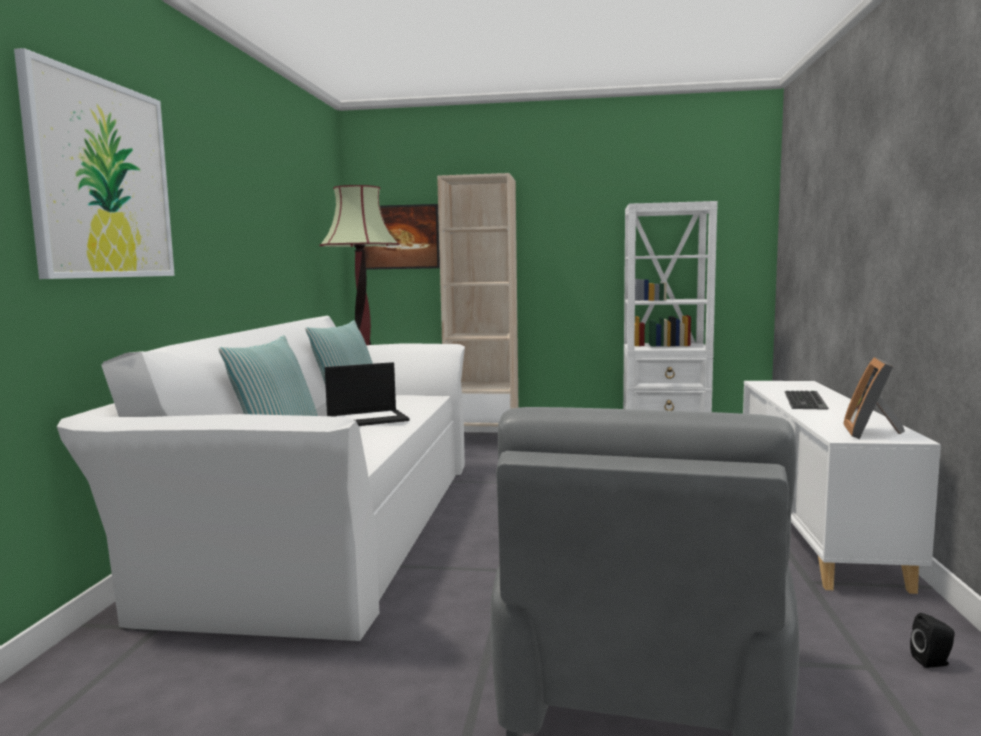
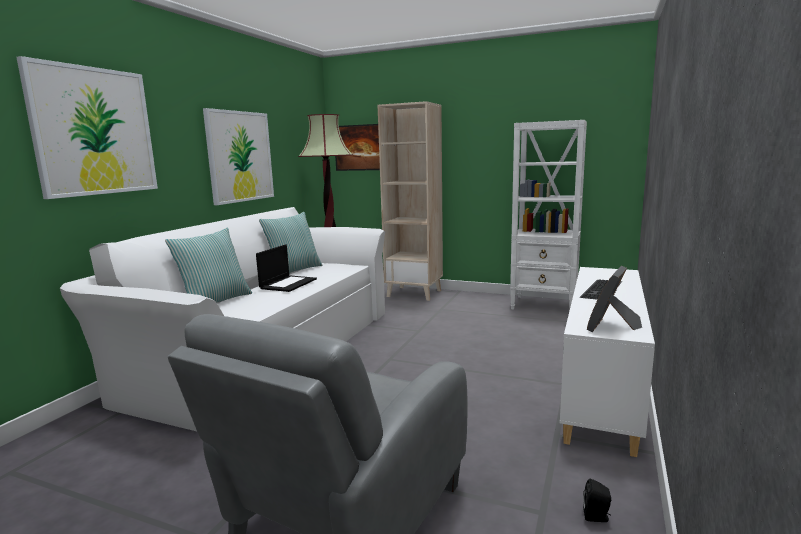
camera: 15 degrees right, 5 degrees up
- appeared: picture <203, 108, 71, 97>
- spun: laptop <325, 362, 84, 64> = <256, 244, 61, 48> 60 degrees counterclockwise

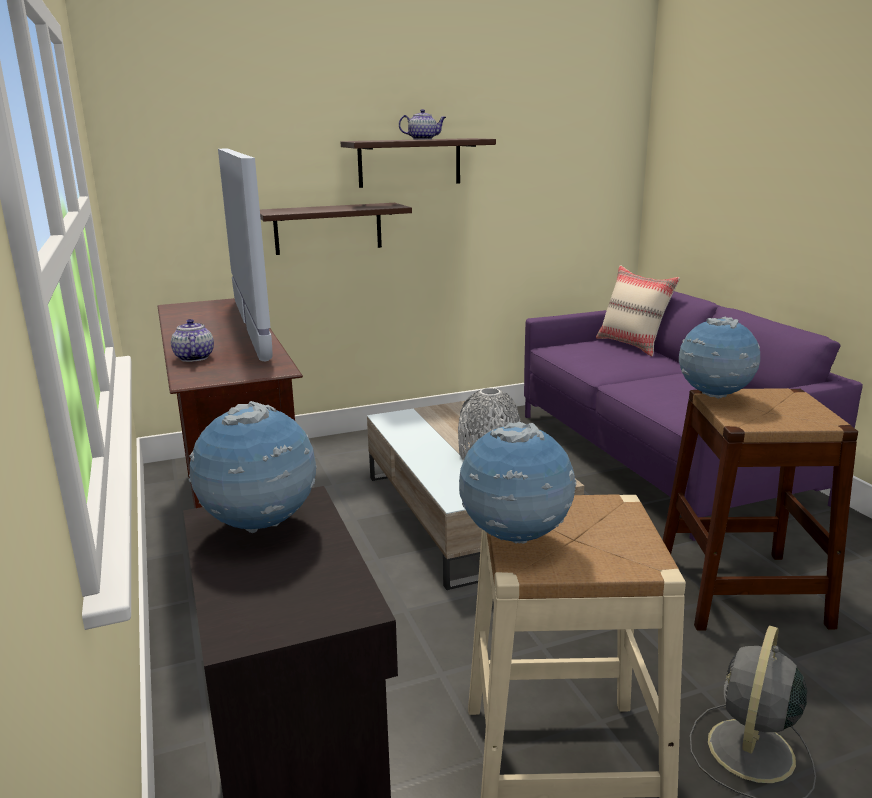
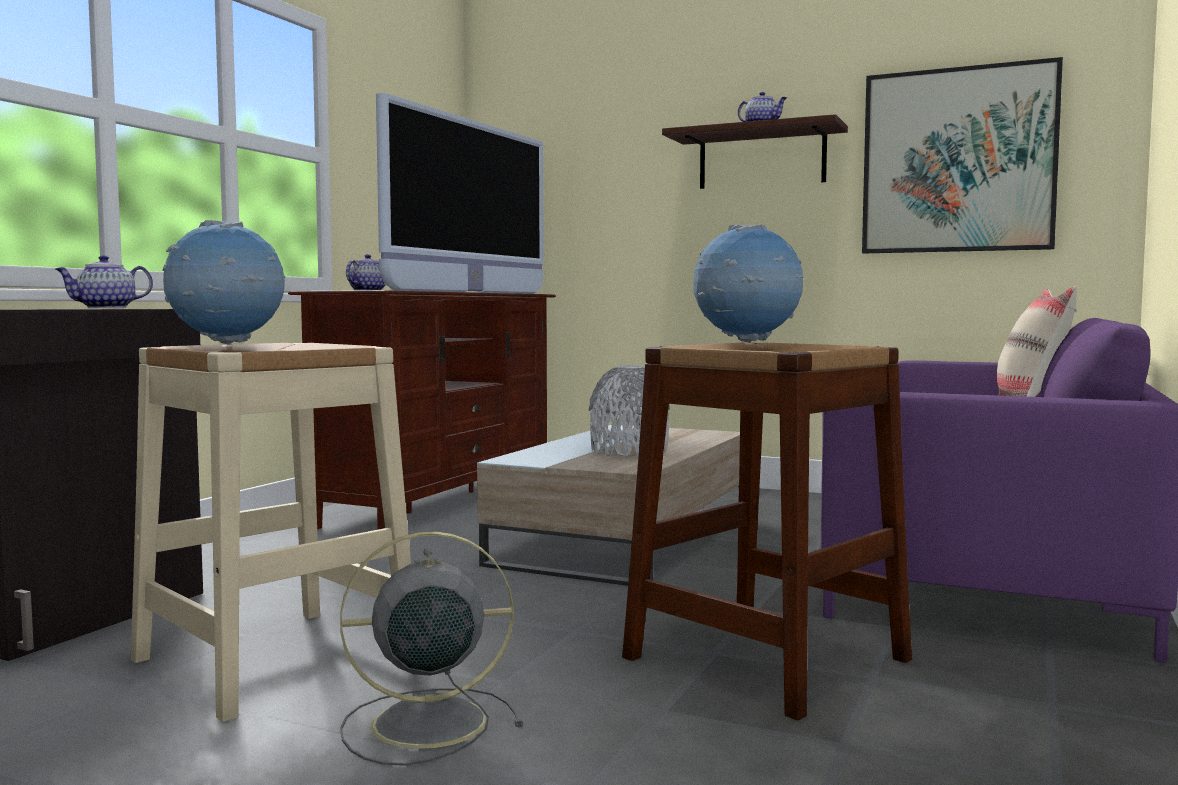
camera: 45 degrees right, 15 degrees down
- missing: shelf <260, 203, 152, 52>
- appeared: picture <862, 57, 201, 196>
- exchanged: globe <189, 401, 128, 132> to teapot <55, 255, 98, 53>

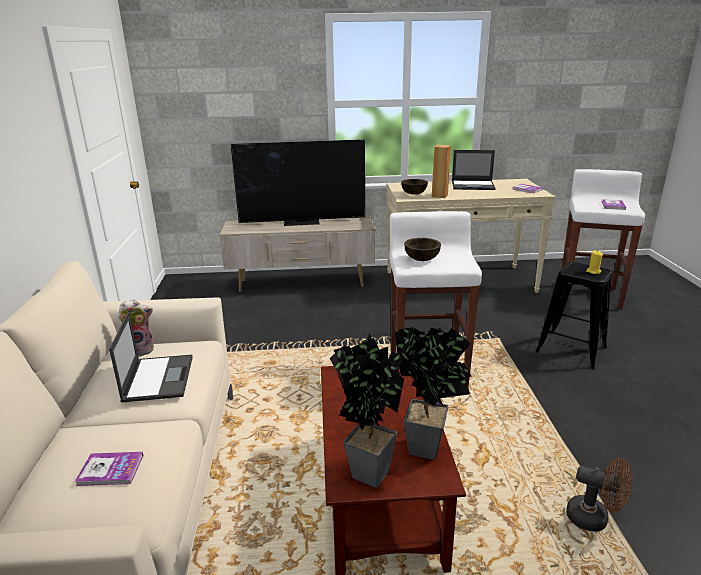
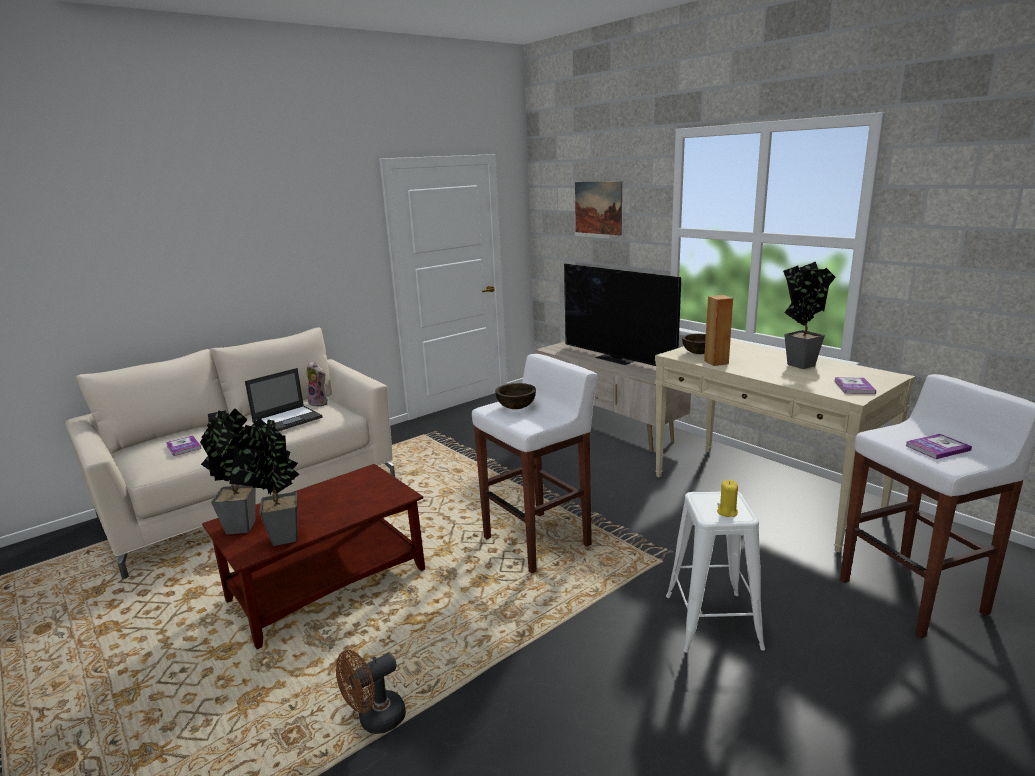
camera: 55 degrees right, 5 degrees down
- appeared: picture <575, 181, 47, 55>
- exchanged: laptop <452, 150, 44, 40> to potted_plant <783, 262, 53, 107>
- colour: black_stool <536, 262, 76, 107> to white_stool <666, 491, 99, 161>
- spun: brown_fan <566, 458, 66, 74> = <336, 650, 70, 84> 60 degrees clockwise

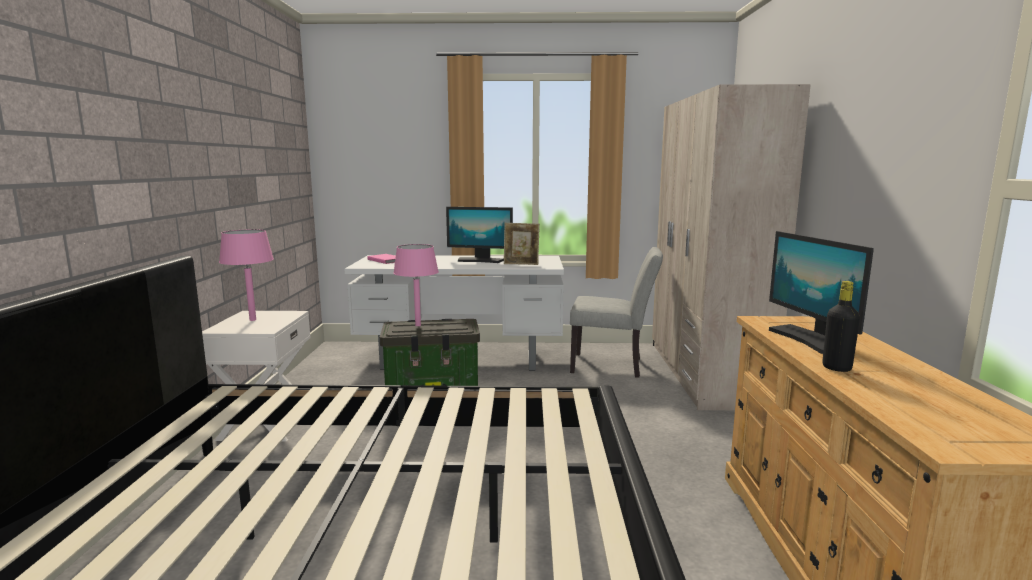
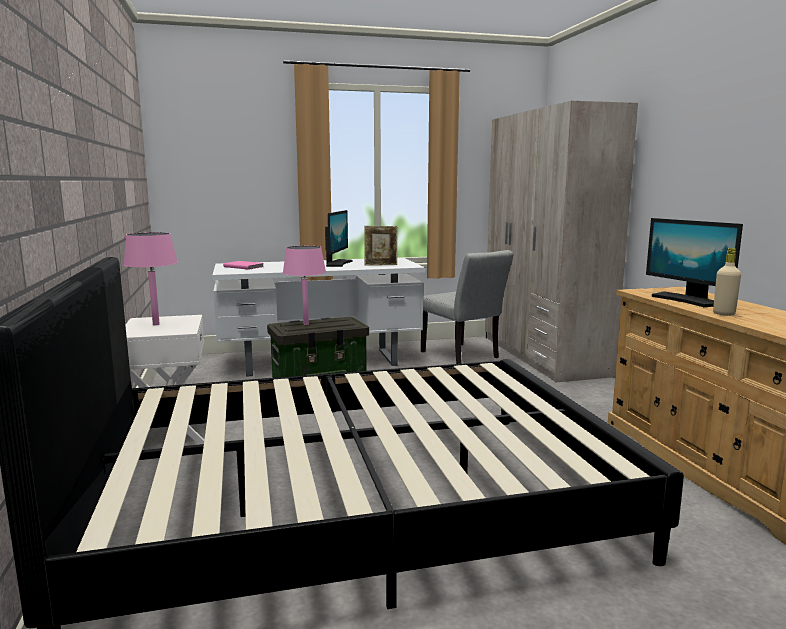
camera: 15 degrees left, 0 degrees up
- colour: black_bottle <823, 281, 37, 91> to beige_bottle <713, 248, 28, 68>
- spun: monitor <446, 207, 67, 56> = <325, 210, 27, 57> 75 degrees counterclockwise
- spun: grey_chair <570, 247, 93, 131> = <421, 250, 92, 114> 60 degrees clockwise

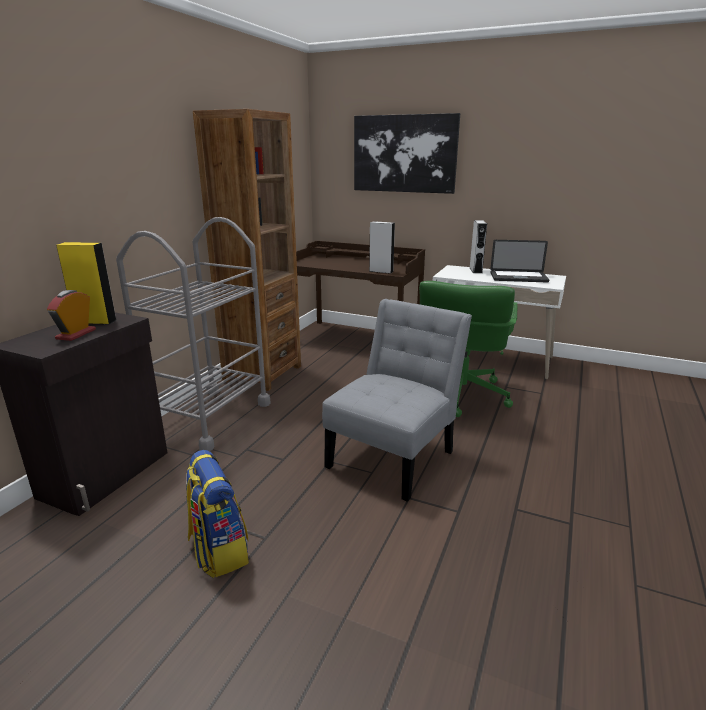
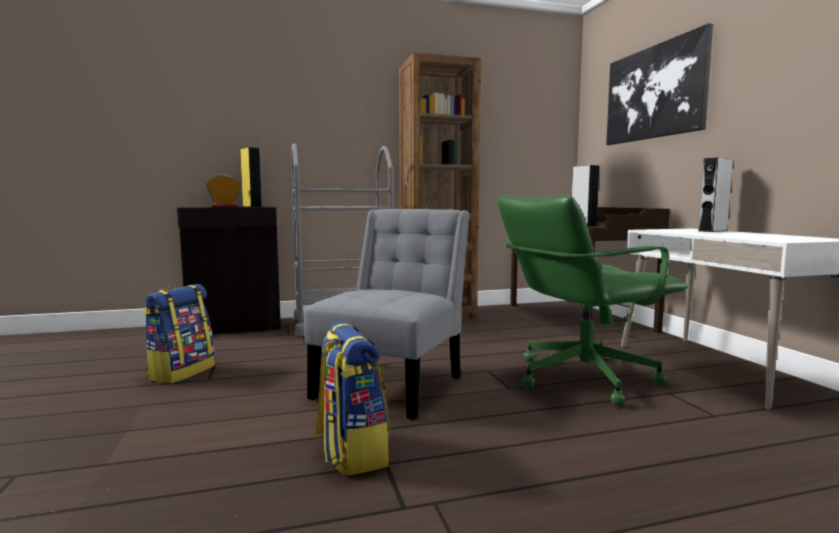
camera: 50 degrees right, 15 degrees down
- missing: laptop <490, 240, 60, 42>
- appeared: backpack <315, 321, 75, 155>
- spun: grey_chair <322, 299, 150, 203> = <304, 209, 165, 211> 60 degrees counterclockwise

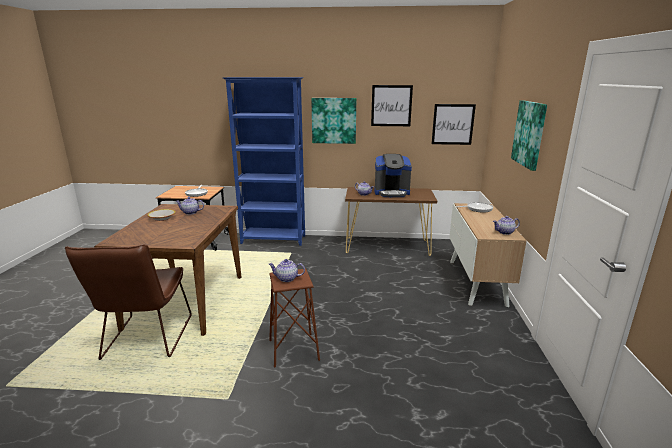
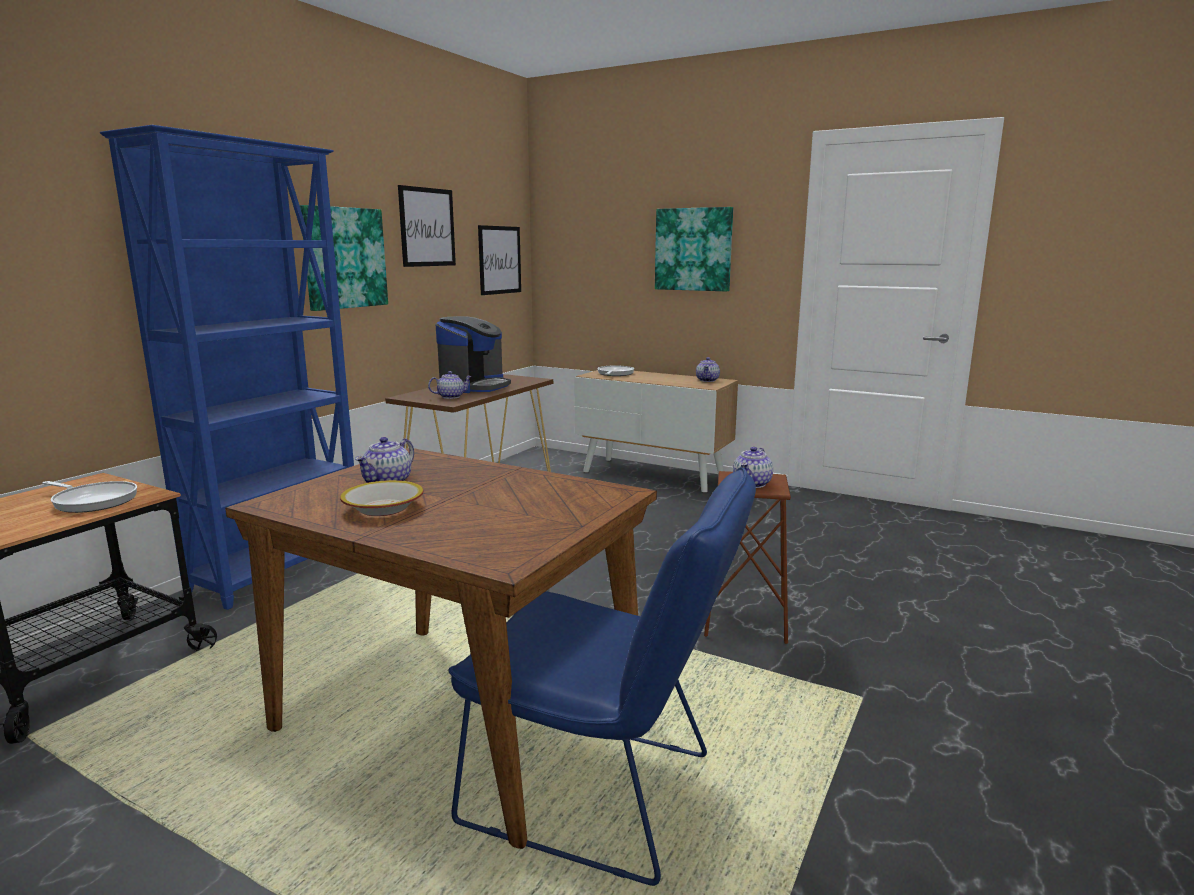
camera: 65 degrees left, 5 degrees down
- colour: brown_chair <65, 244, 127, 116> to blue_chair <448, 467, 308, 419>

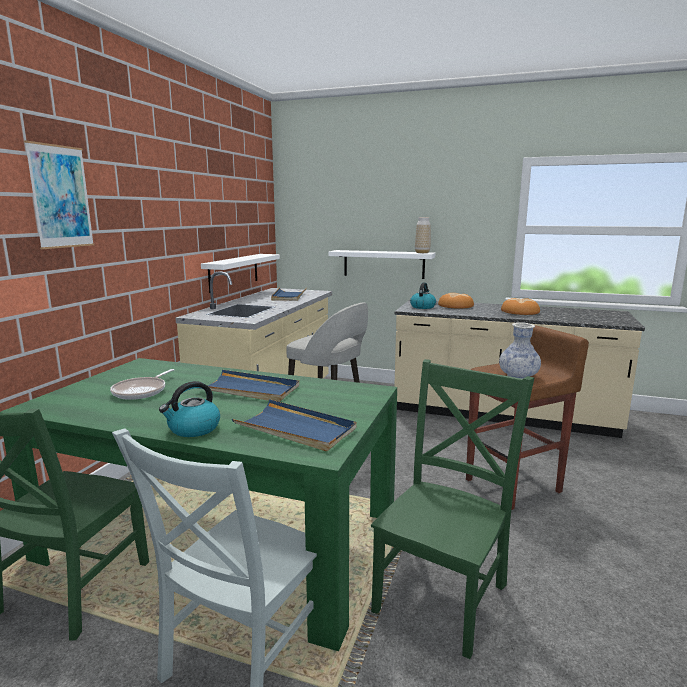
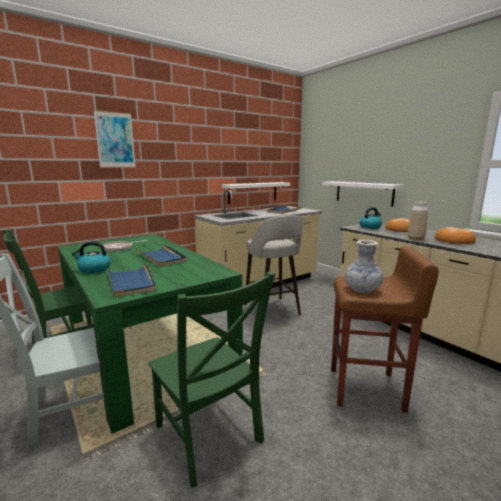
camera: 35 degrees right, 0 degrees up
- relocated: vase <415, 217, 16, 36> to <408, 202, 20, 38>
- spun: green_chair <371, 359, 163, 300> = <148, 272, 127, 216> 75 degrees clockwise

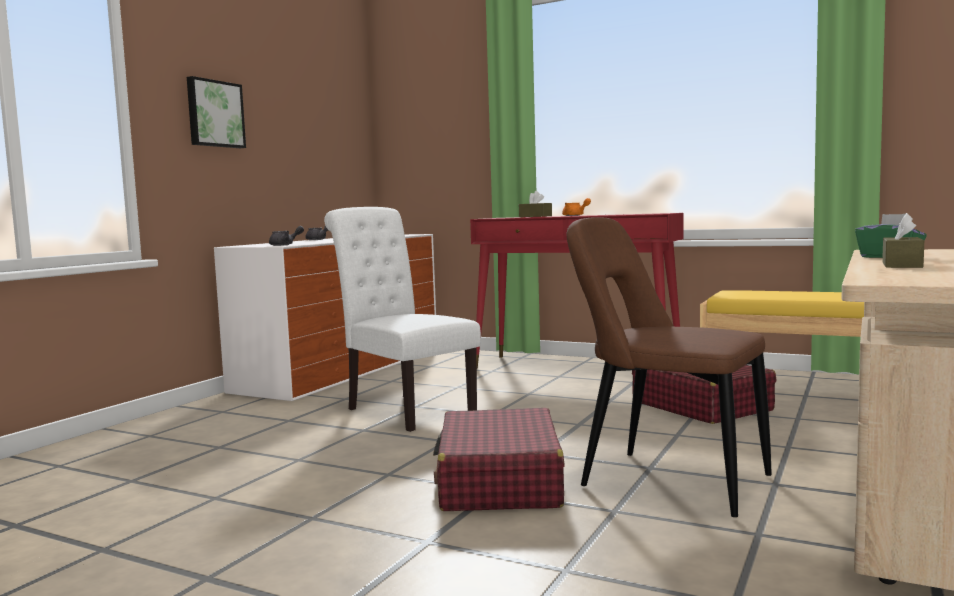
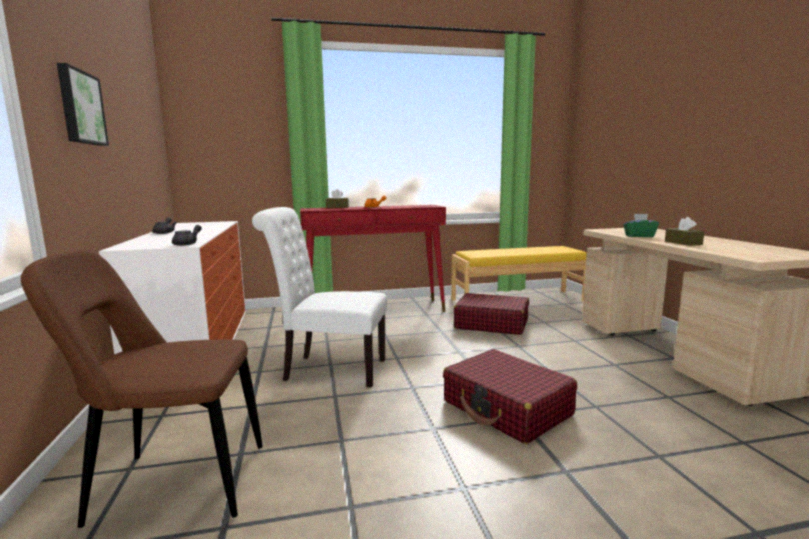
camera: 40 degrees left, 5 degrees up
- relocated: brown_chair <567, 217, 205, 300> to <21, 250, 242, 278>

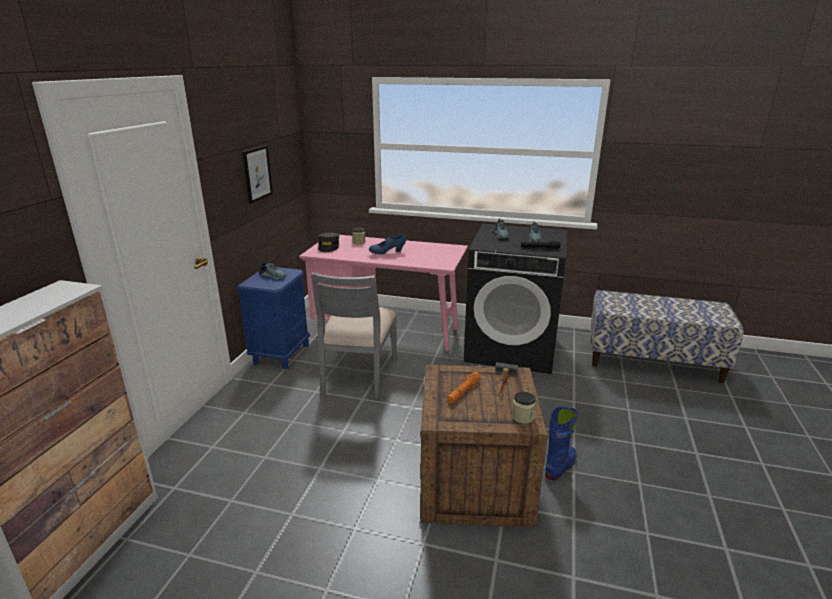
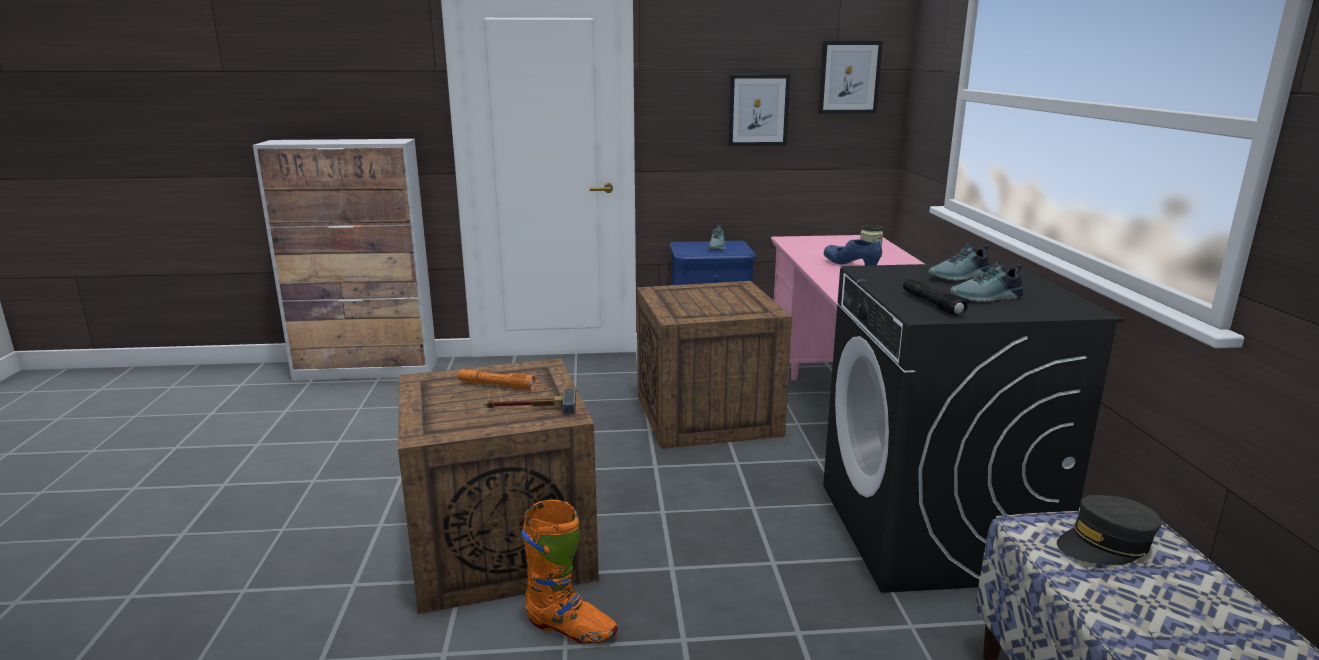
camera: 70 degrees right, 5 degrees down
- missing: jar <512, 392, 24, 32>
- appeared: picture <818, 41, 65, 73>
- relocated: grey_cap <318, 233, 21, 19> to <1057, 495, 105, 70>
- exchanged: grey_chair <311, 272, 86, 127> to crate <637, 281, 155, 168>
- colour: blue_boot <545, 407, 33, 73> to orange_boot <521, 500, 97, 144>

